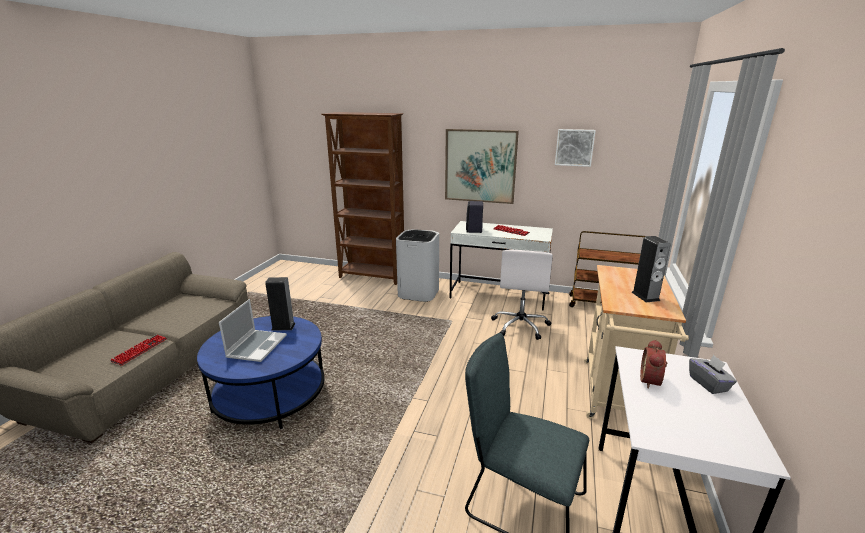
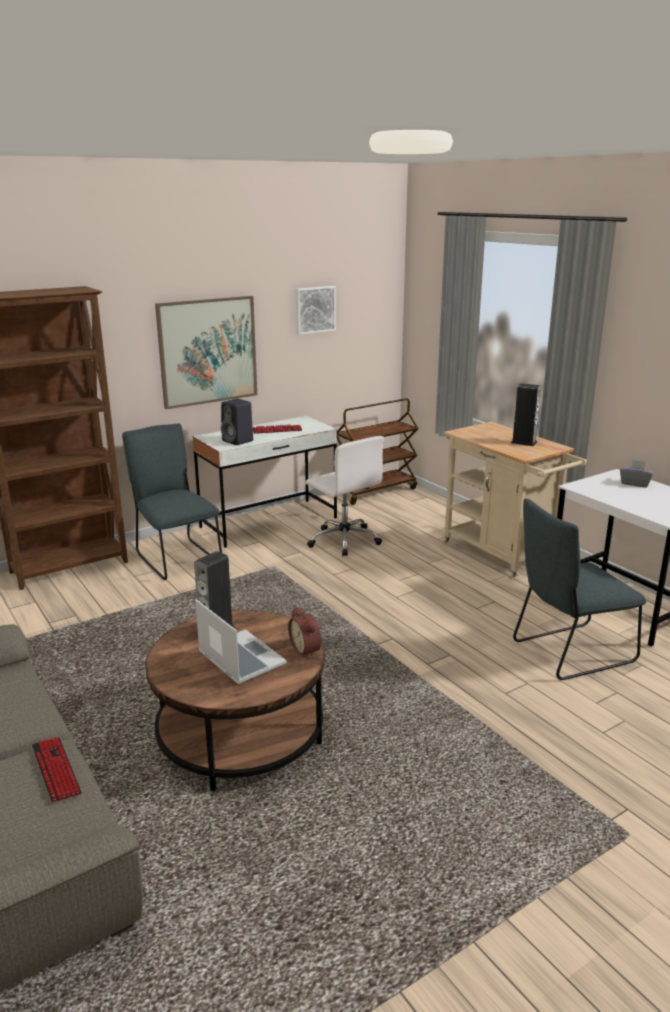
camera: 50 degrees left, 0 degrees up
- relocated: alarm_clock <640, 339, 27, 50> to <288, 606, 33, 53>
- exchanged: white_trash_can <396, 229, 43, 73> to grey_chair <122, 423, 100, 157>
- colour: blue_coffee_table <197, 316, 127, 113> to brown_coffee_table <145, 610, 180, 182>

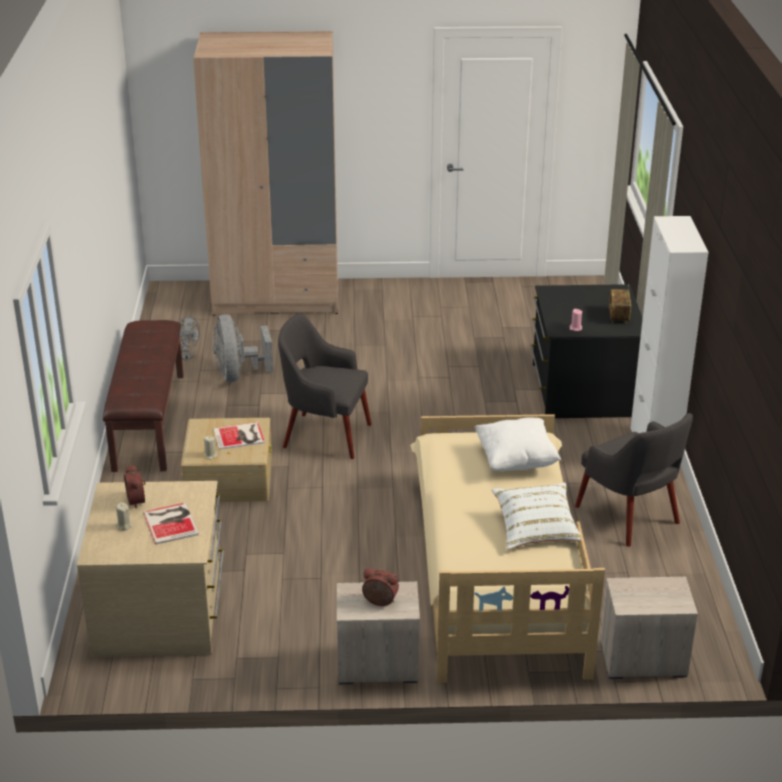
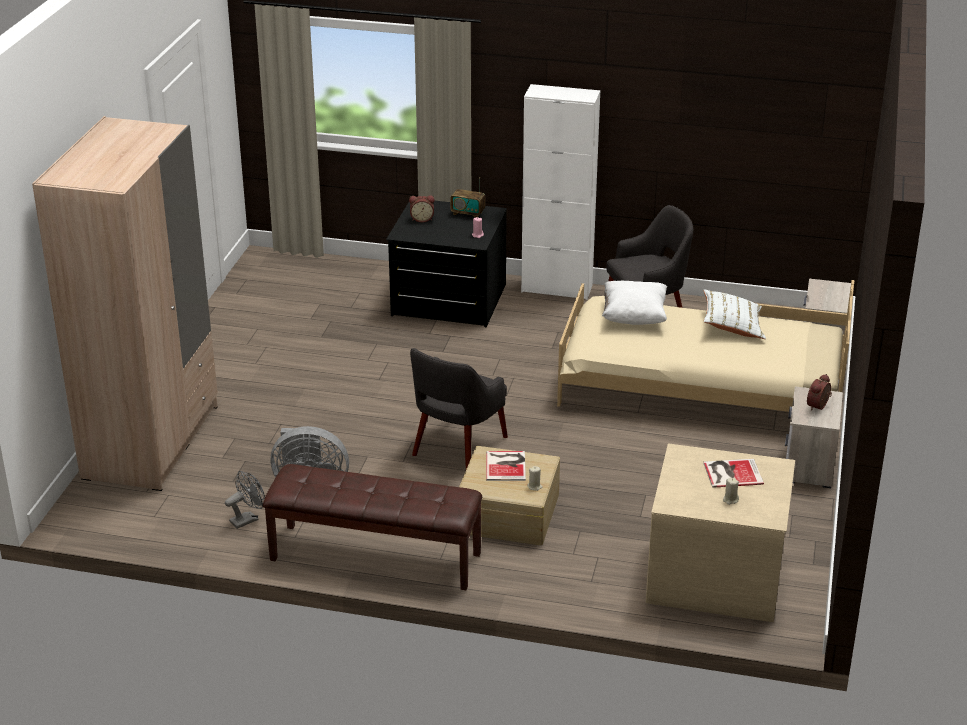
camera: 75 degrees left, 0 degrees up
- relocated: alarm_clock <124, 464, 22, 45> to <409, 195, 26, 27>

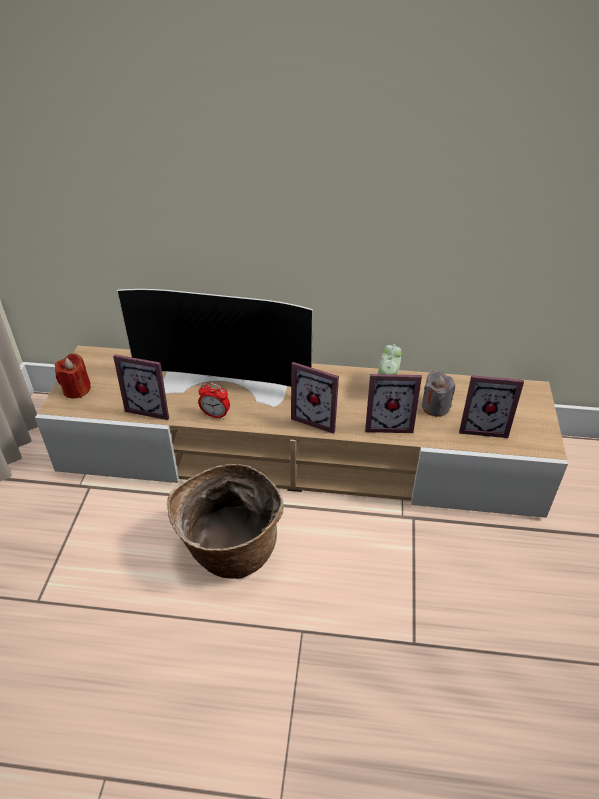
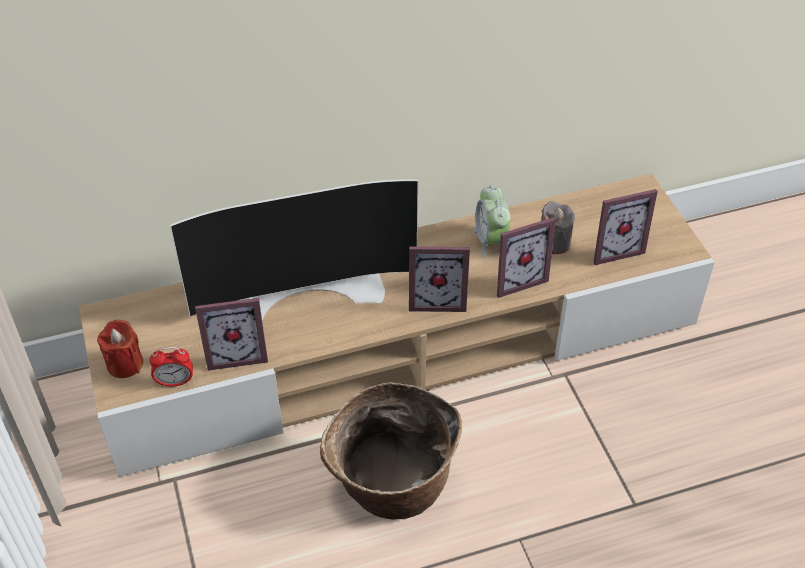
camera: 25 degrees left, 5 degrees up
- relocated: alarm_clock <198, 383, 32, 36> to <149, 347, 44, 40>

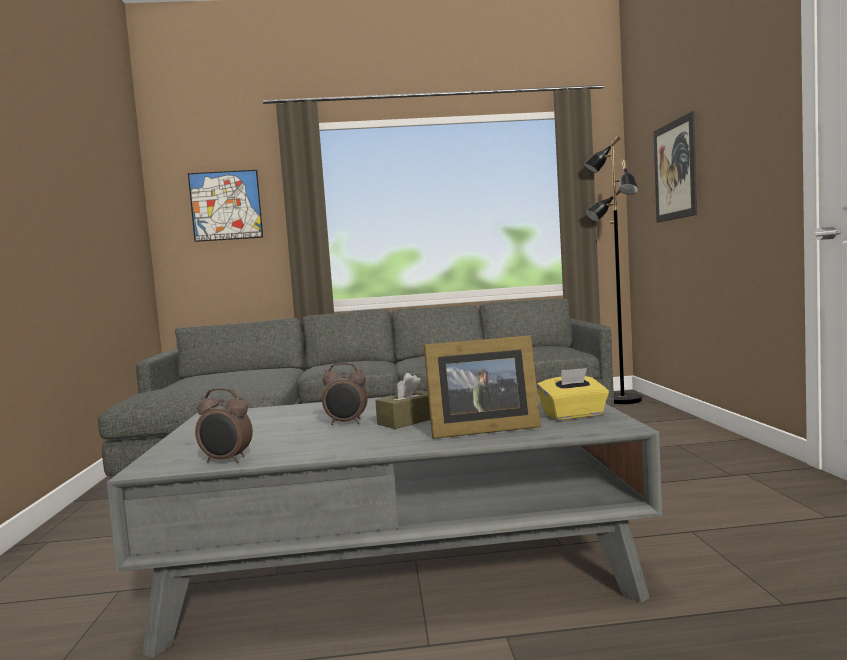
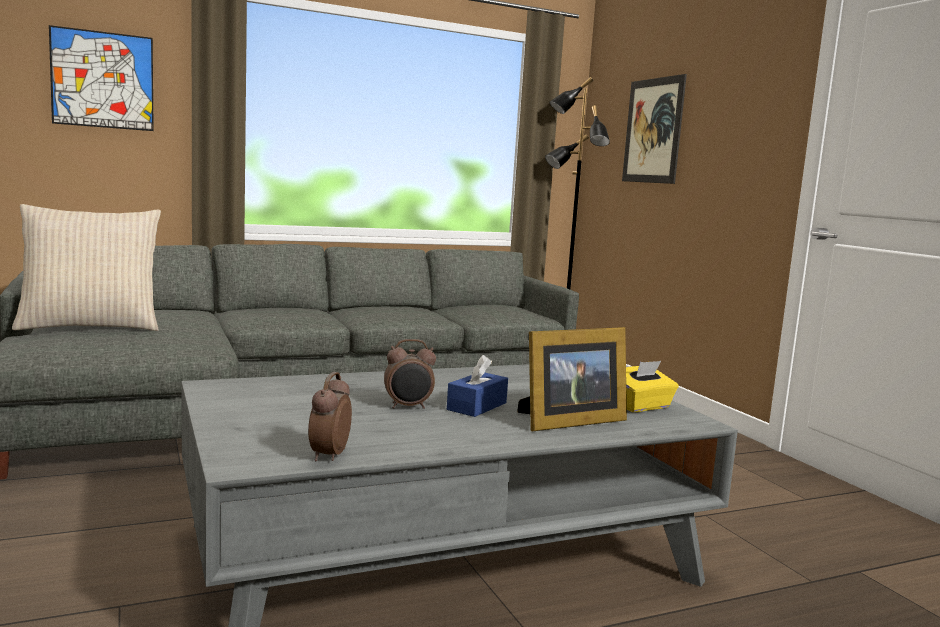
camera: 20 degrees left, 5 degrees up
- appeared: beige_pillow <12, 204, 149, 127>
- colour: brown_tissue_box <375, 373, 55, 56> to blue_tissue_box <447, 355, 61, 62>
- spun: alarm_clock <195, 388, 58, 75> = <308, 372, 44, 89> 105 degrees clockwise

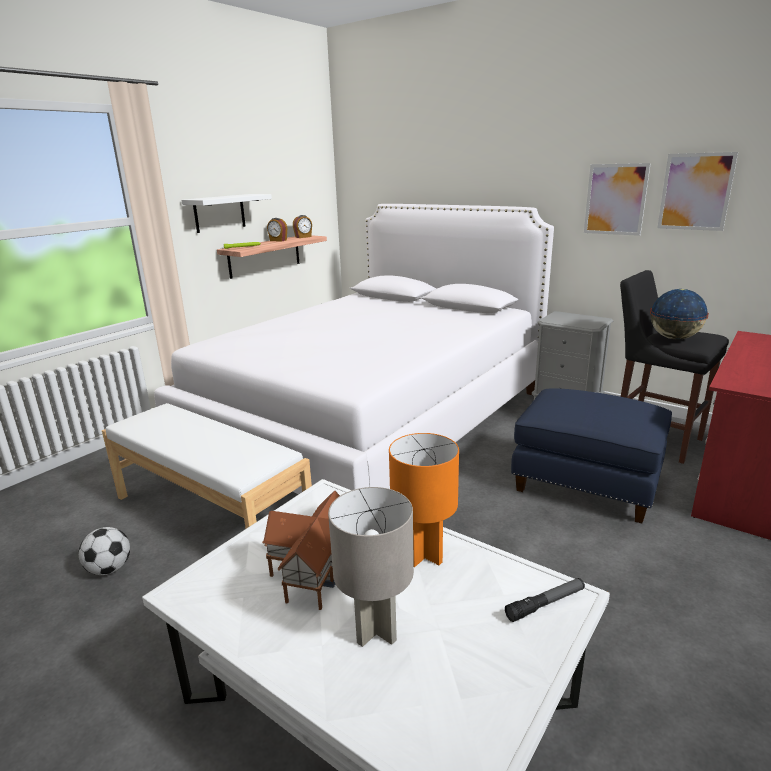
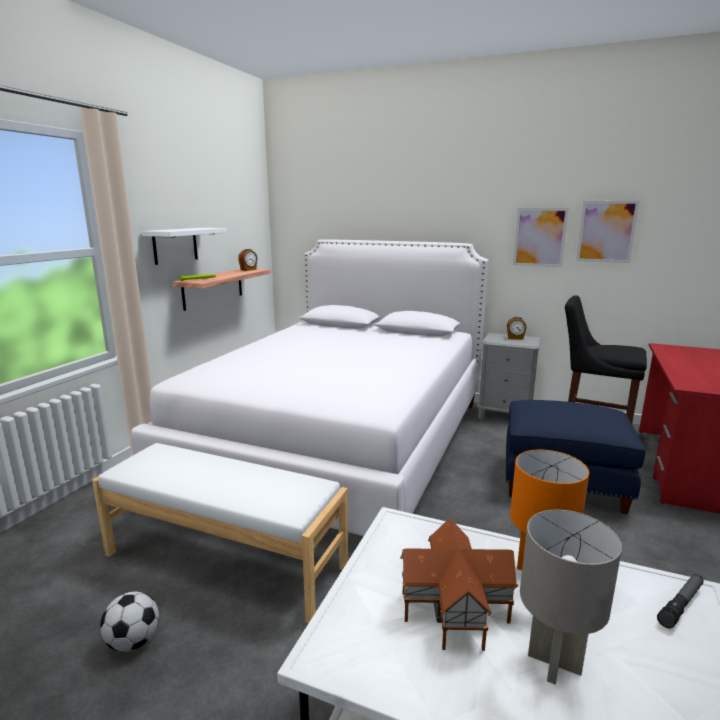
camera: 15 degrees left, 5 degrees down
- missing: globe <650, 289, 59, 51>
- relocated: alarm_clock <267, 218, 20, 24> to <507, 317, 20, 23>

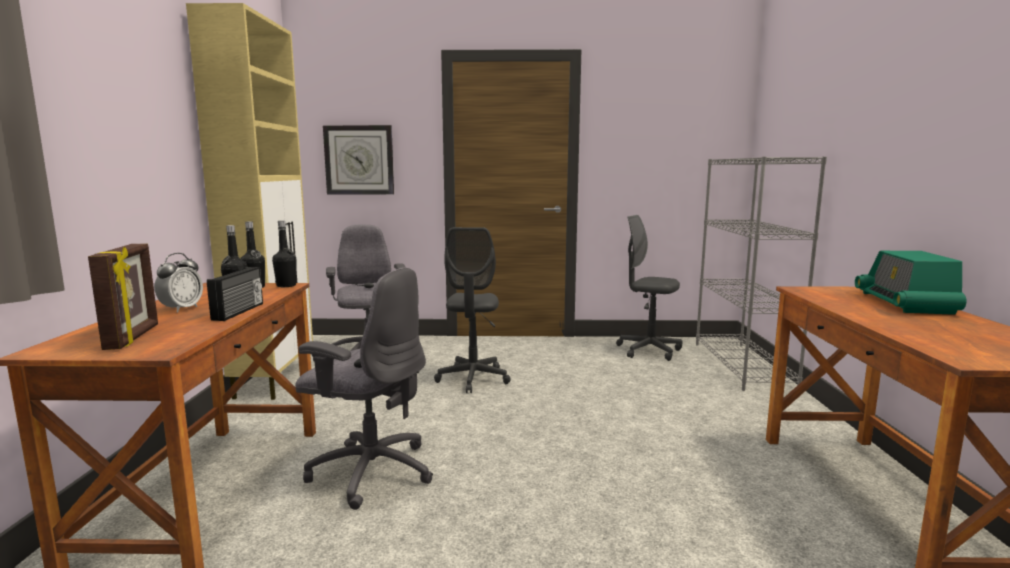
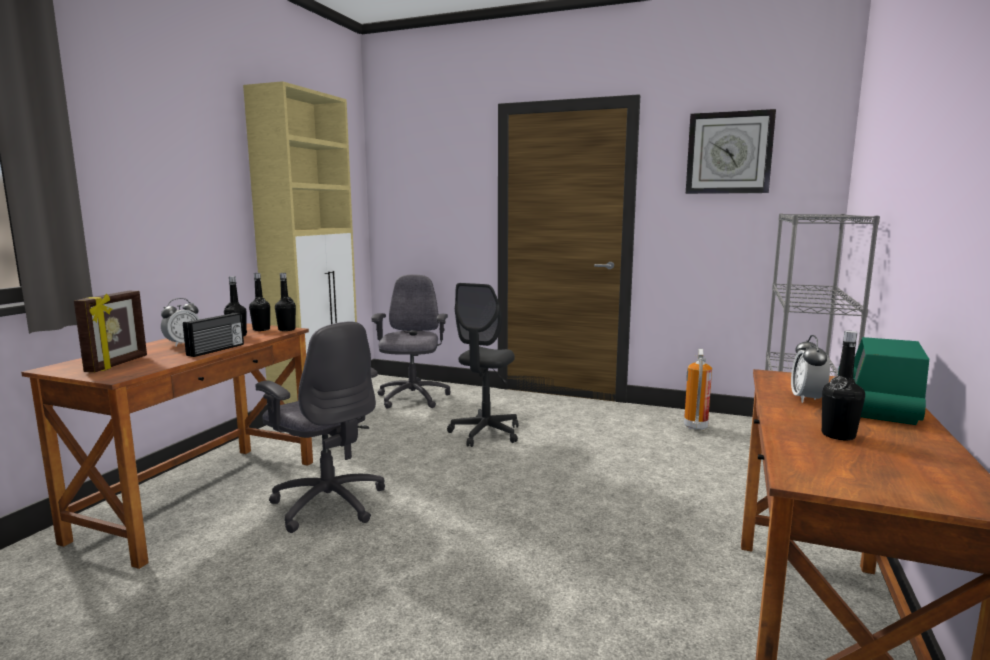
camera: 20 degrees right, 0 degrees up
- appeared: alarm_clock <791, 335, 39, 68>
- appeared: black_bottle <822, 331, 43, 109>
- relocated: wall_clock <323, 125, 71, 70> to <686, 109, 90, 85>
- exchanged: grey_office_chair <616, 215, 67, 146> to fire_extinguisher <684, 349, 28, 81>

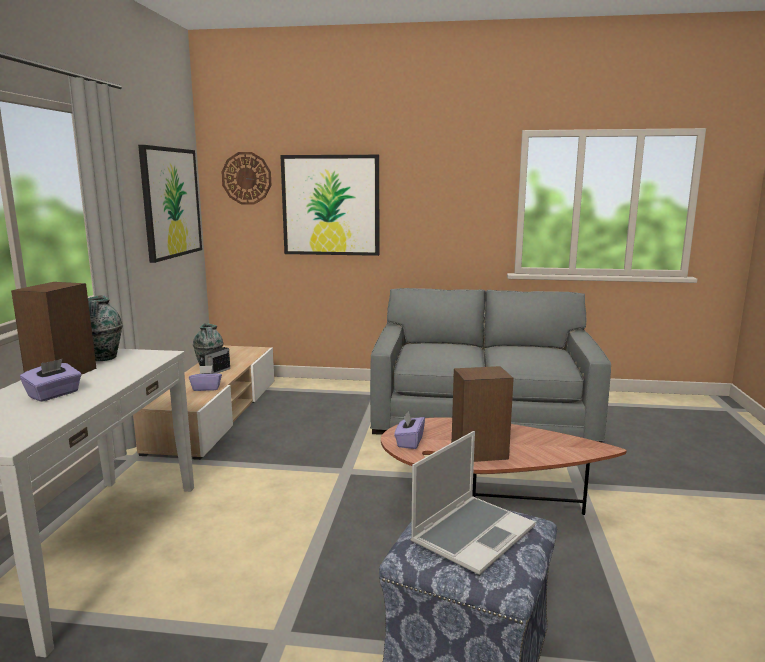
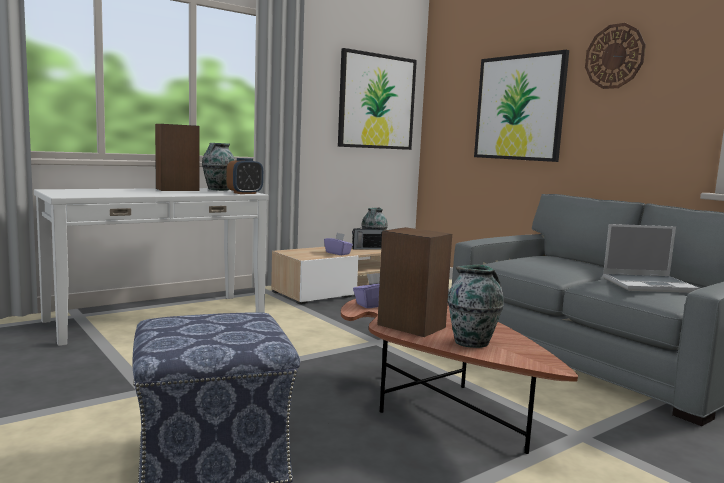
camera: 45 degrees right, 5 degrees down
- missing: purple_tissue_box <20, 359, 61, 43>
- appeared: alarm_clock <226, 158, 37, 36>
- appeared: vase <448, 265, 56, 83>
- relocated: wall_clock <221, 152, 50, 53> to <585, 23, 61, 66>
- relocated: laptop <411, 431, 125, 144> to <603, 224, 97, 69>

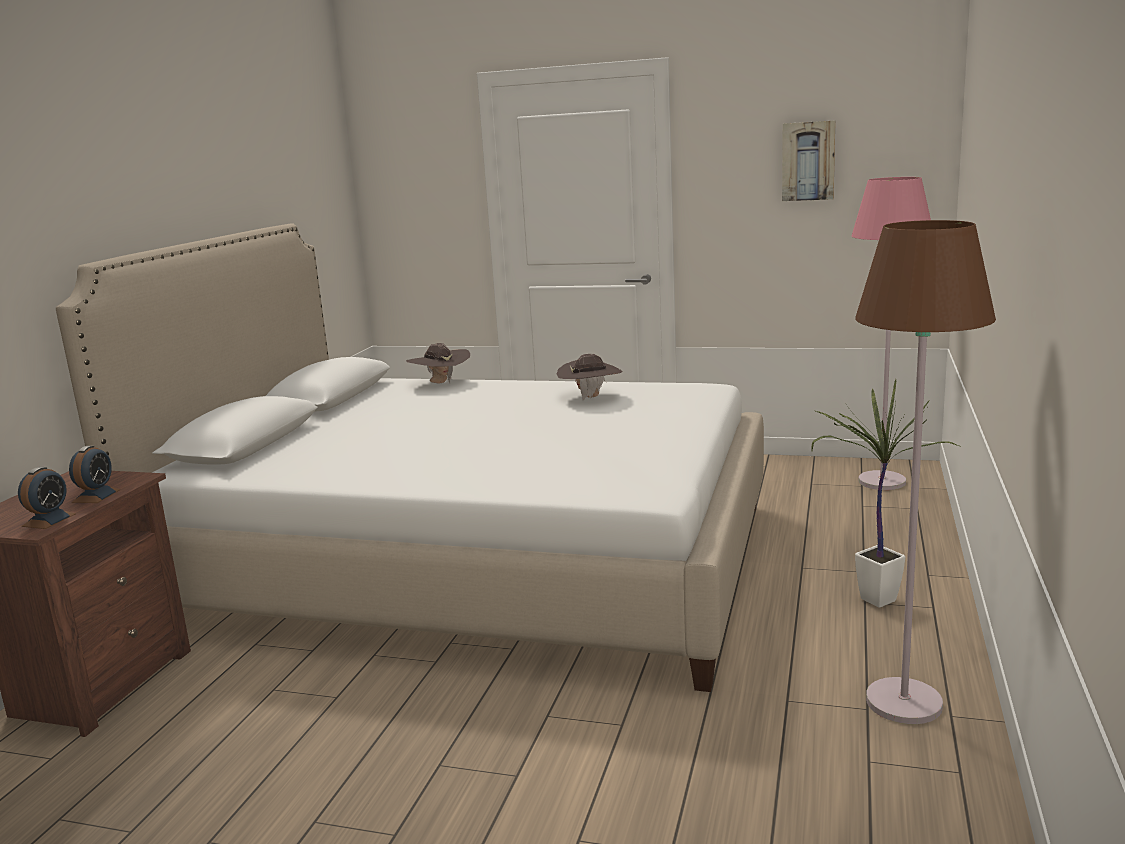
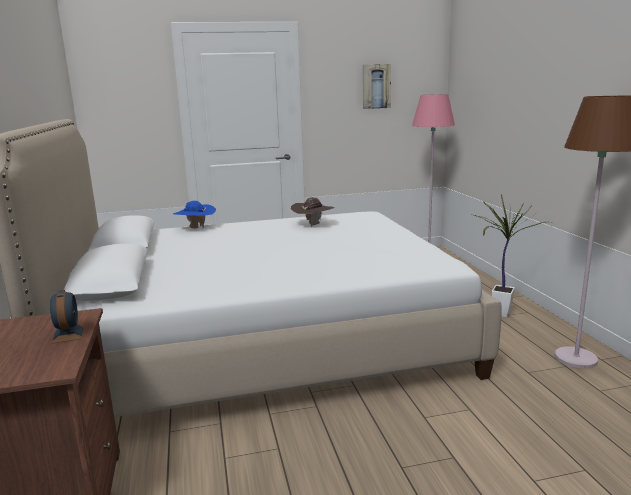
camera: 30 degrees left, 0 degrees up
- missing: alarm_clock <18, 467, 58, 62>
- colour: brown_hat <406, 343, 64, 40> to blue_hat <173, 201, 43, 27>

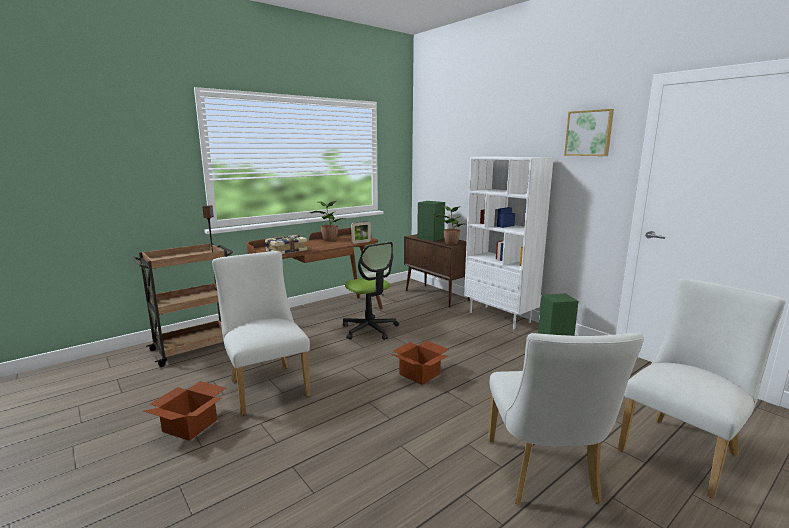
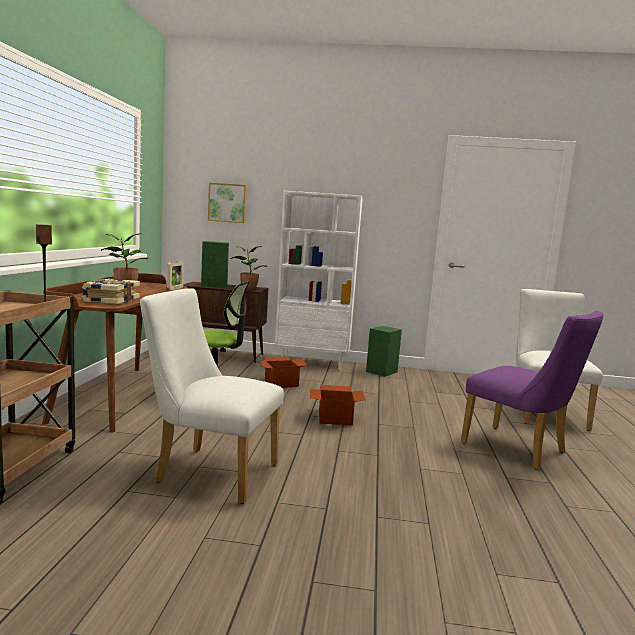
camera: 45 degrees left, 5 degrees down
- relocated: cardboard_box <144, 381, 82, 60> to <258, 357, 50, 31>
- relocated: picture <564, 109, 50, 47> to <208, 183, 39, 40>
- colour: white_chair <488, 332, 156, 173> to purple_chair <461, 310, 143, 160>

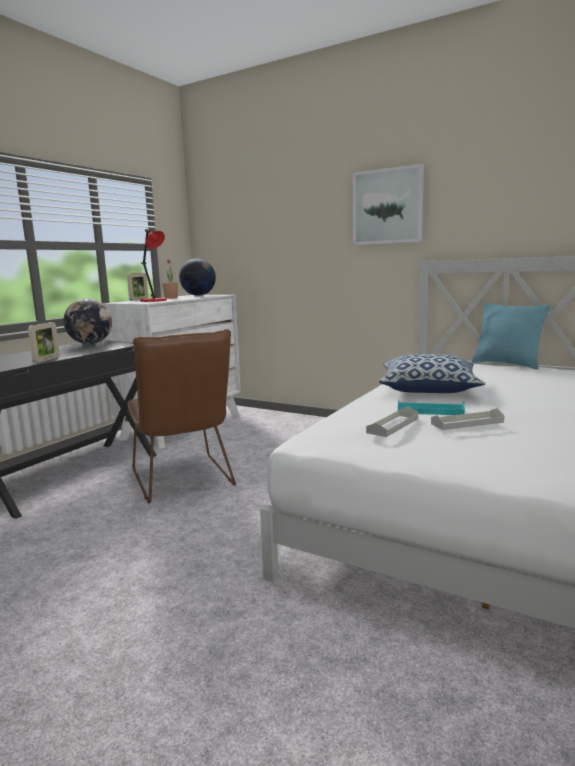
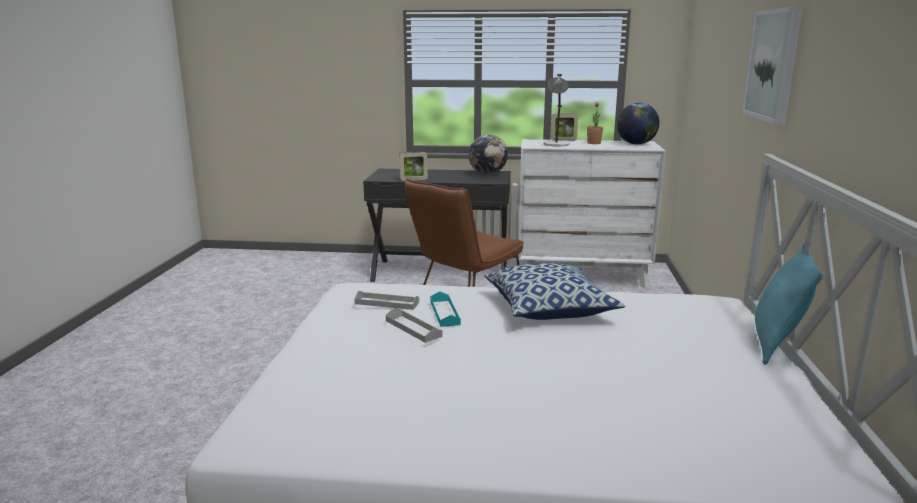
camera: 65 degrees right, 5 degrees up
- colour: red_table_lamp <140, 229, 27, 73> to grey_table_lamp <543, 74, 27, 73>

